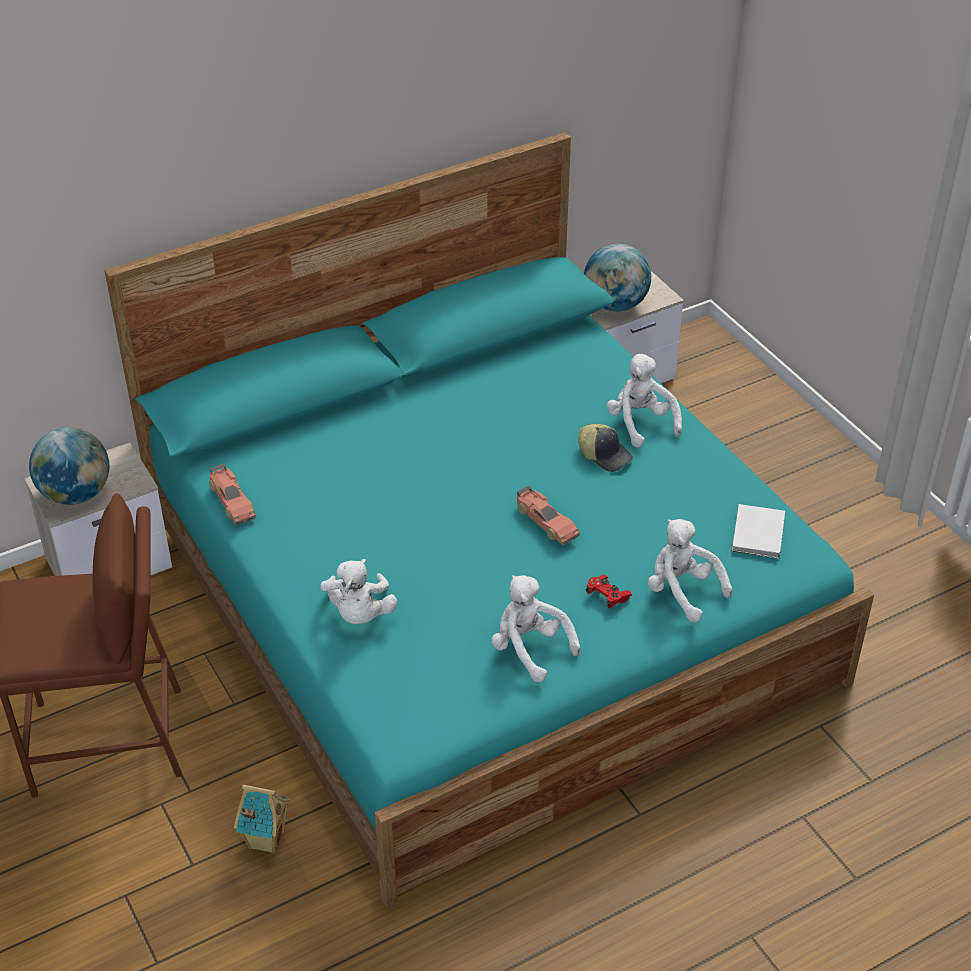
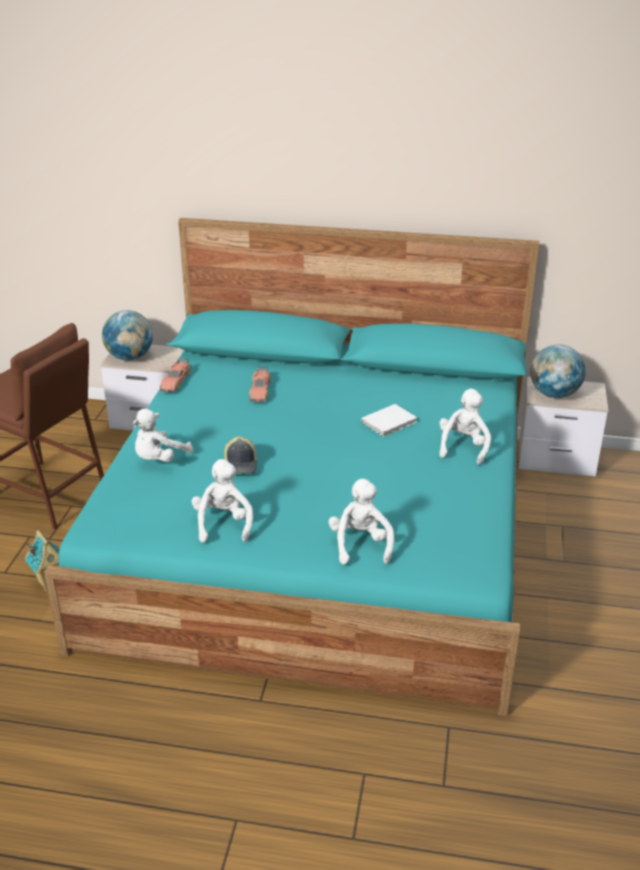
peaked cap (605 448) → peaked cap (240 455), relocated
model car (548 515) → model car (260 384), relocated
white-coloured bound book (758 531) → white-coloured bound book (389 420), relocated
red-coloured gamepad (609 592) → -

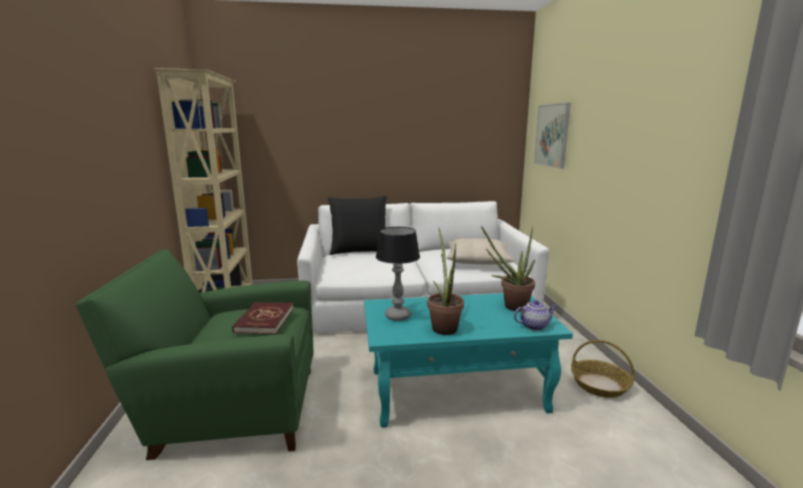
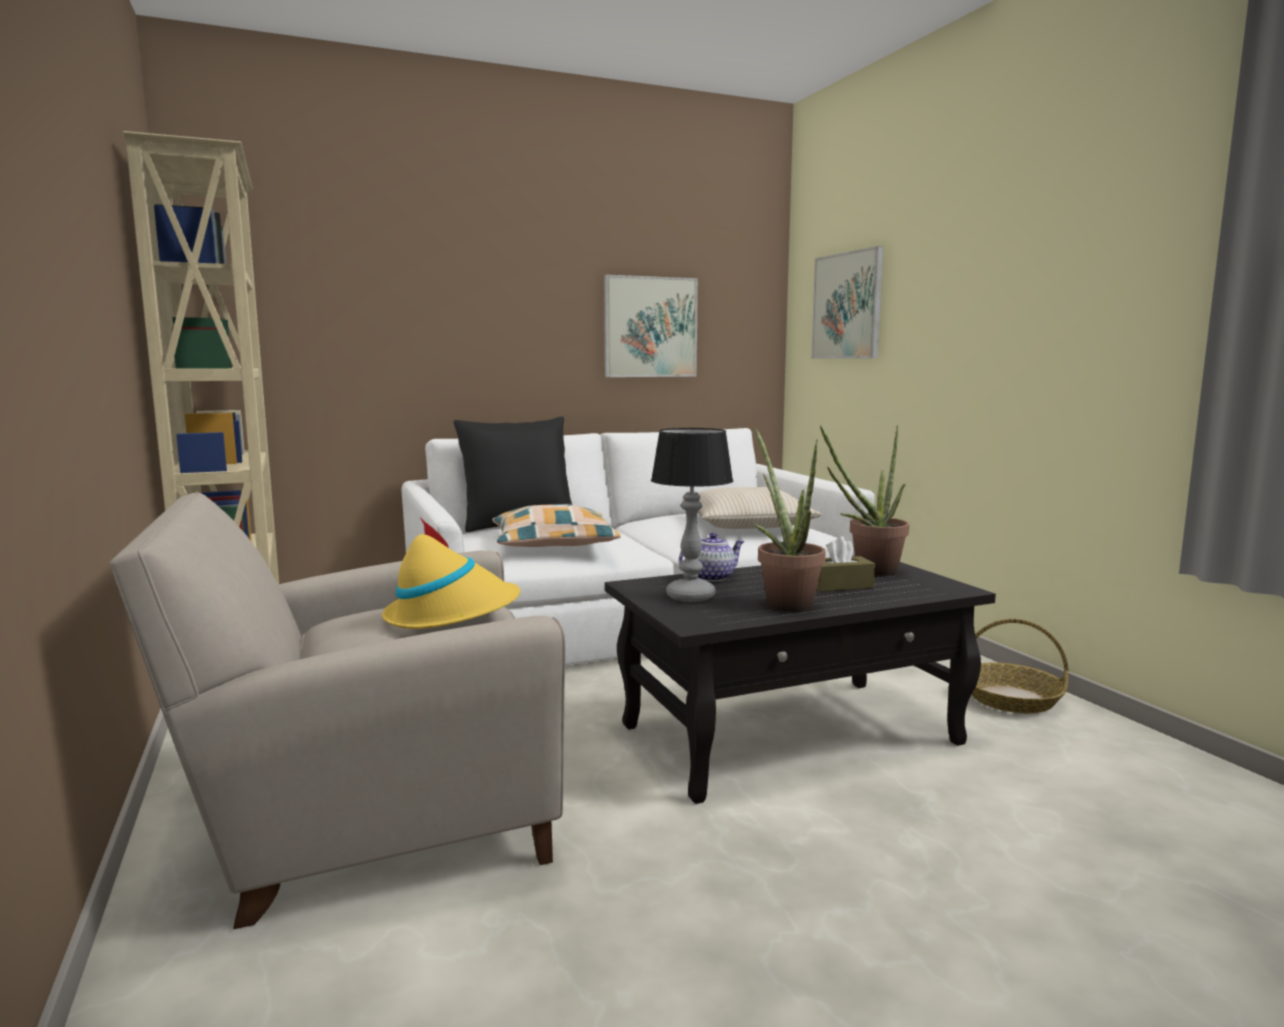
greenish lounge chair (195 354) → beige-coloured lounge chair (337 710)
blue-green low table (468 360) → black low table (800 680)
pot for tea (535 315) → pot for tea (711 557), relocated
red-coloured bound book (262 318) → yellow-coloured wearable hat (451 573)
- → wall art (651 326)
- → throw pillow (556 525)
- → brown box of tissues (846 563)

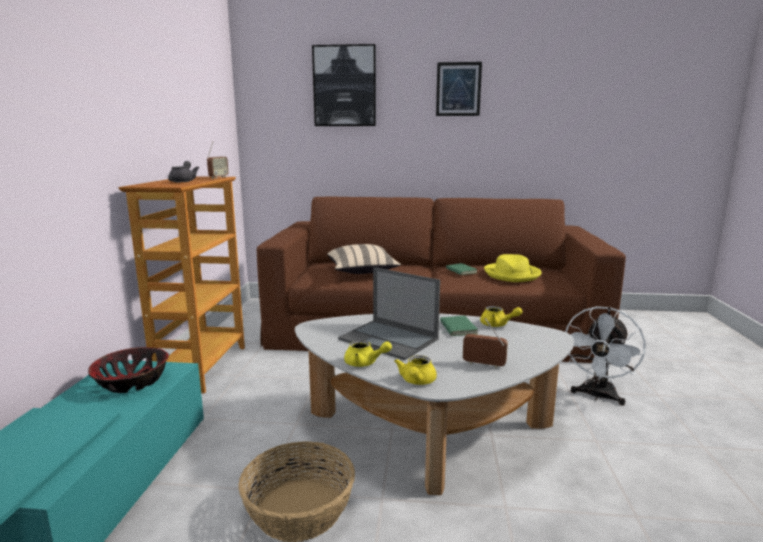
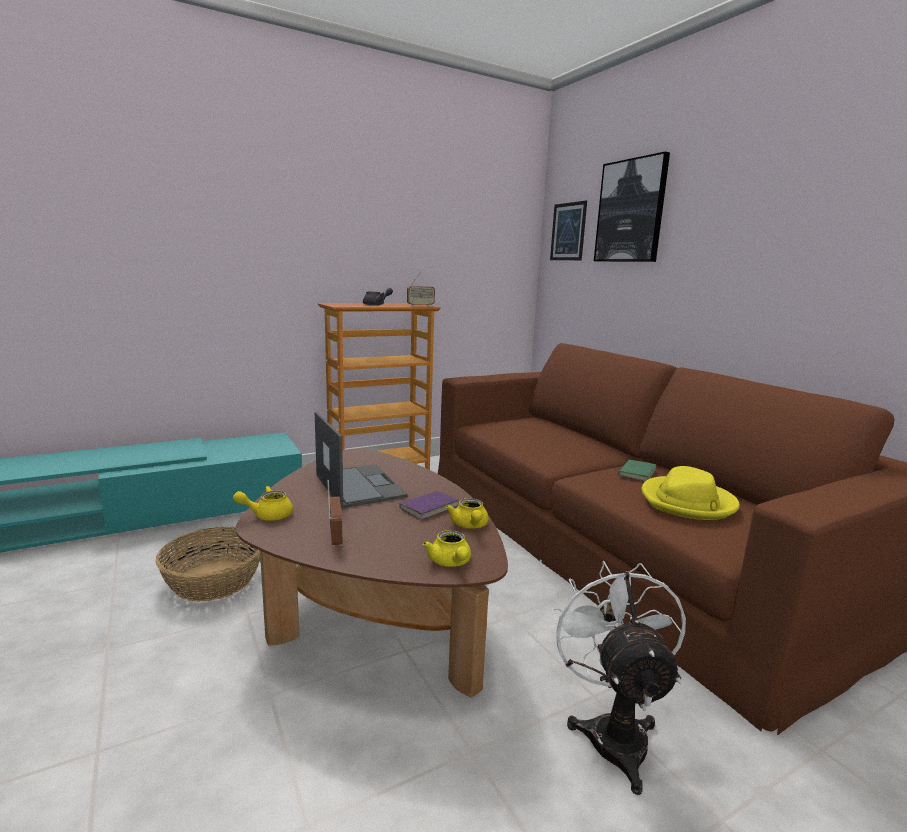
wall art (459 89) → wall art (568 230), relocated
beige-coloured throw pillow (364 259) → -
portable computer (389 313) → portable computer (361 460), 150 degrees clockwise
white-coloured fan (605 356) → white-coloured fan (619 678), 90 degrees clockwise
white-coloured low table (434 404) → brown low table (372 573)
greenish bound book (459 326) → purple-coloured bound book (427 505)
yellow-coloured pot for tea (368 353) → yellow-coloured pot for tea (447 548), relocated
bowl (128 370) → -

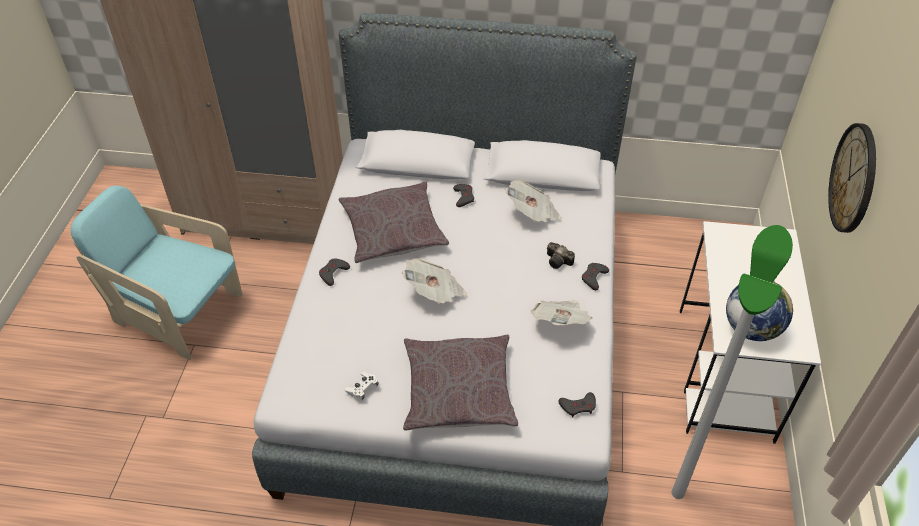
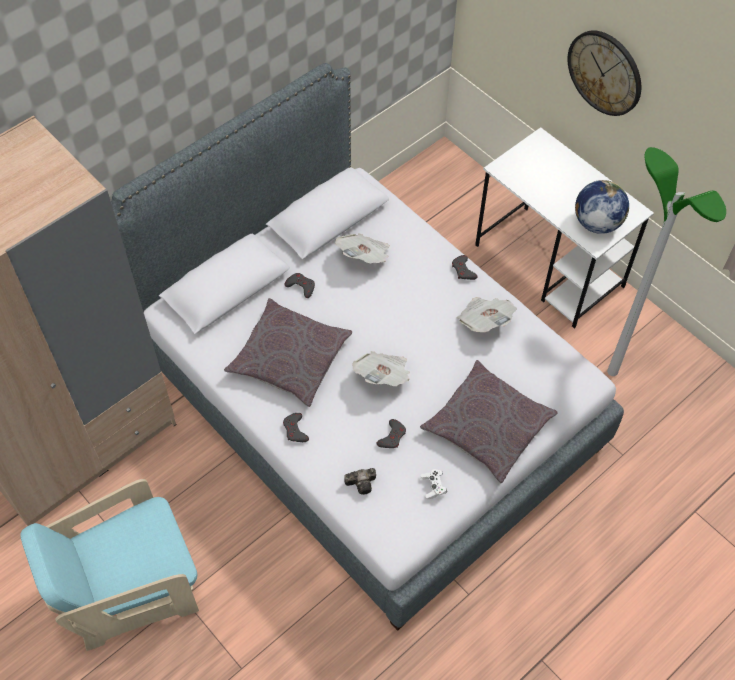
photo camera (561 255) → photo camera (360 481), relocated
gray gamepad (577 404) → gray gamepad (391 433), relocated

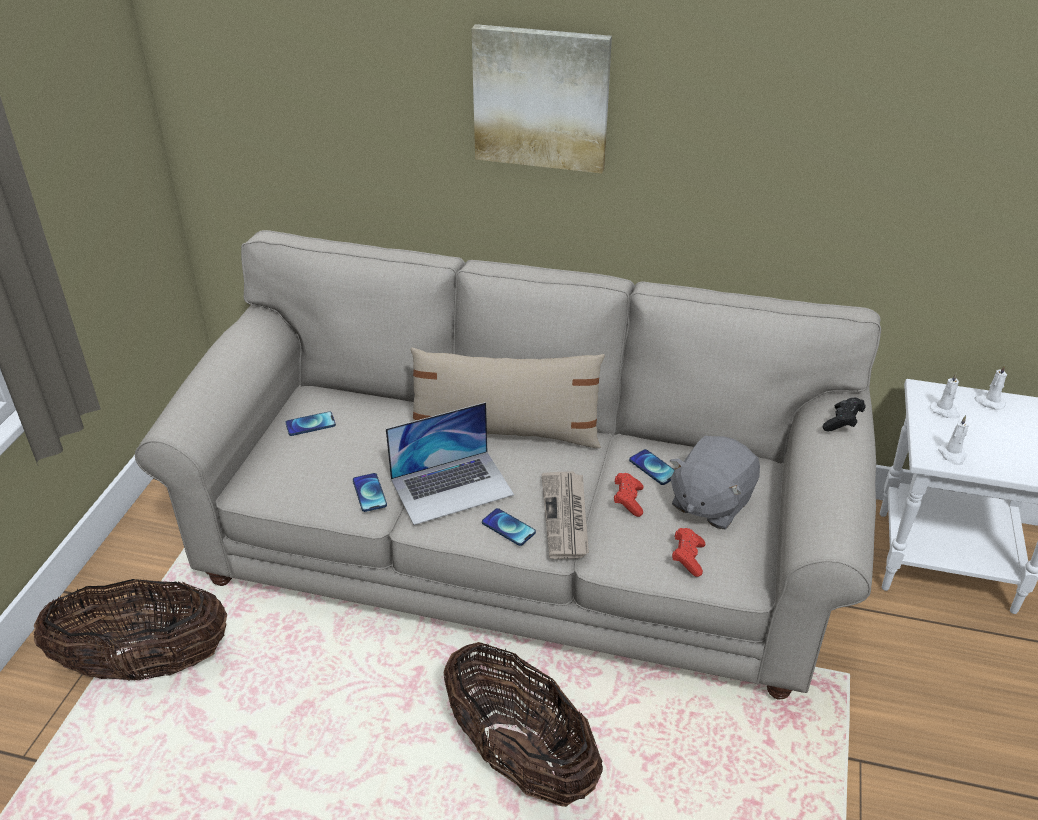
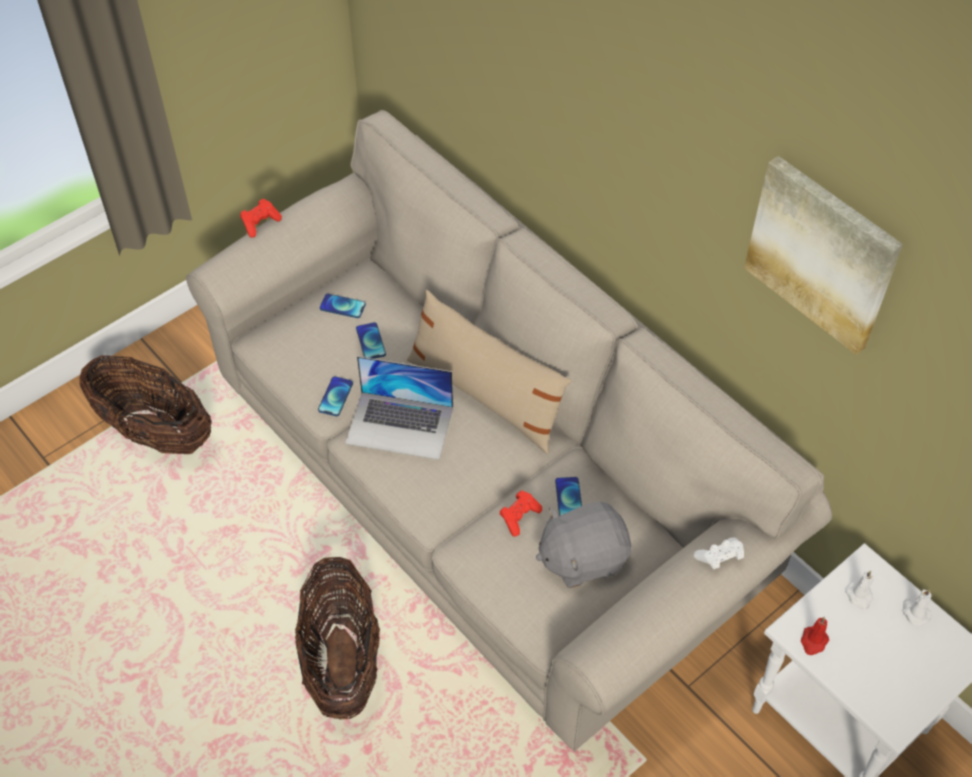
wall art (541 99) → wall art (823 255), relocated
black gamepad (844 414) → white-coloured gamepad (719 553)
white-coloured wax light (953 440) → red-coloured wax light (815 636)
daily paper (565 515) → -
phone (509 527) → phone (371 340), relocated
red-coloured gamepad (688 552) → red-coloured gamepad (261 218), relocated

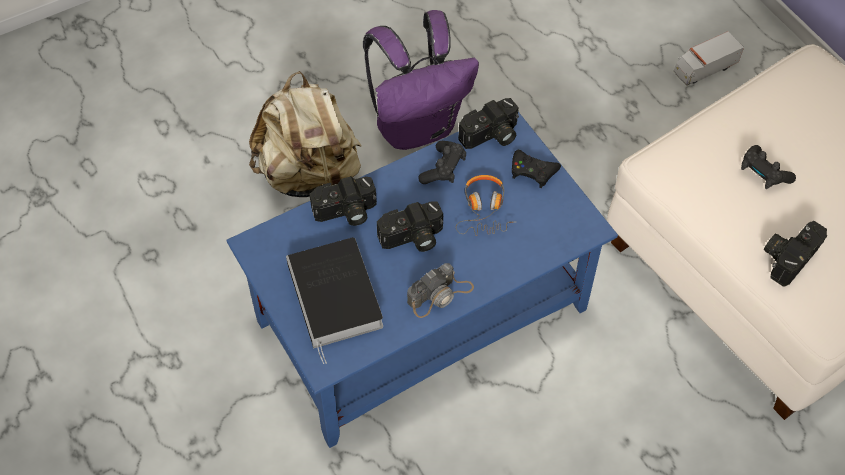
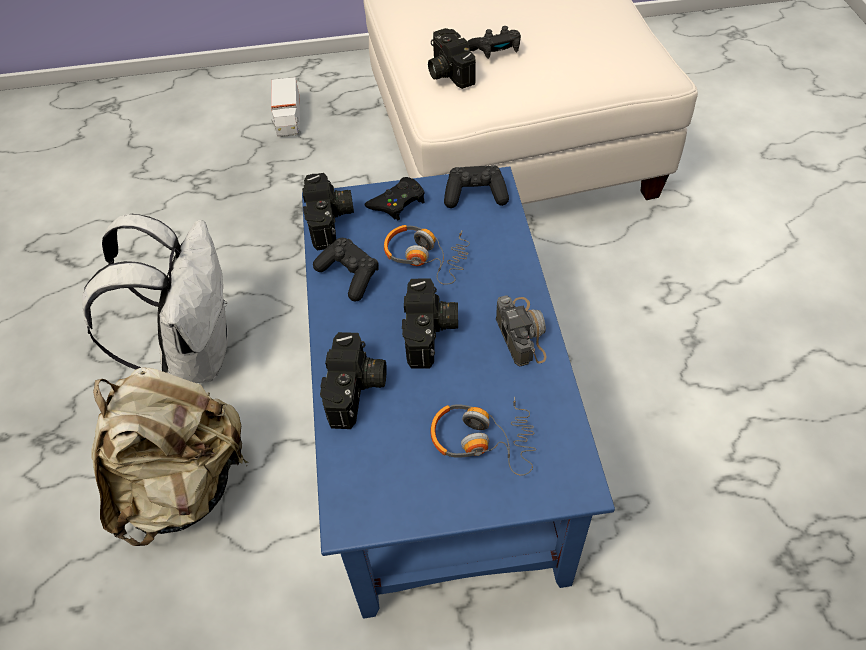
purple-coloured backpack (421 80) → white-coloured backpack (155 298)
photo camera (795 254) → photo camera (452 58), relocated
bound book (334 300) → pair of headphones (483 436)
- → black gamepad (476 186)

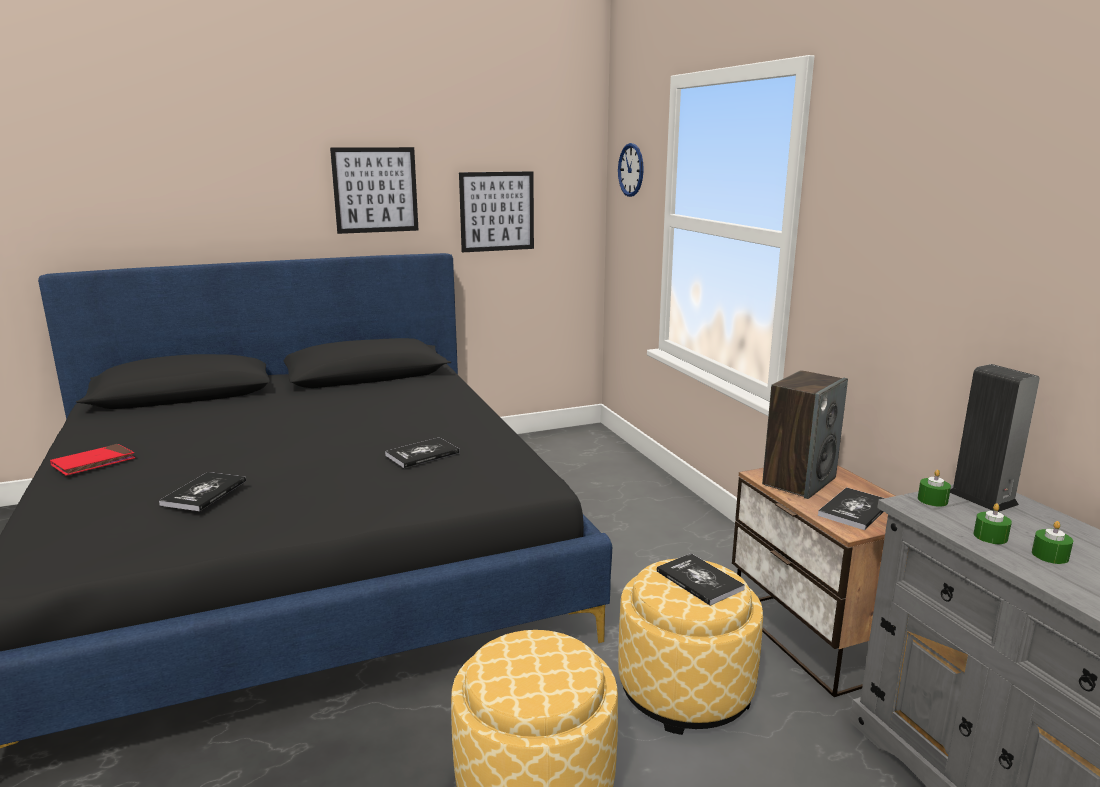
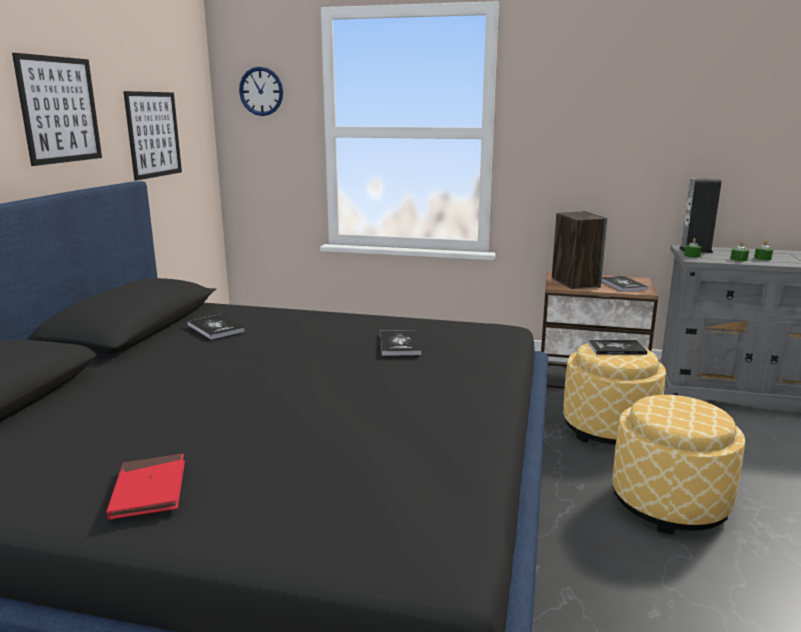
bound book (202 491) → bound book (216 327), relocated

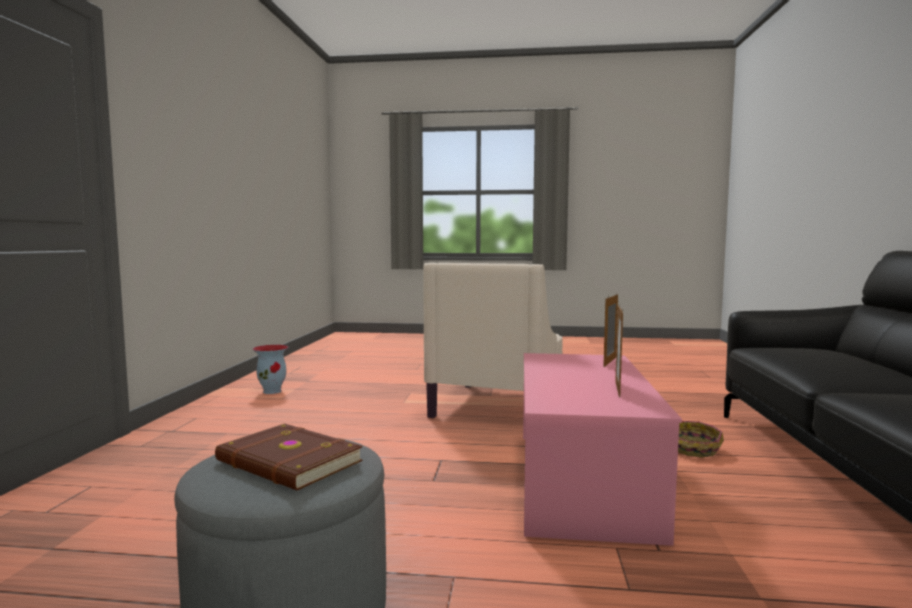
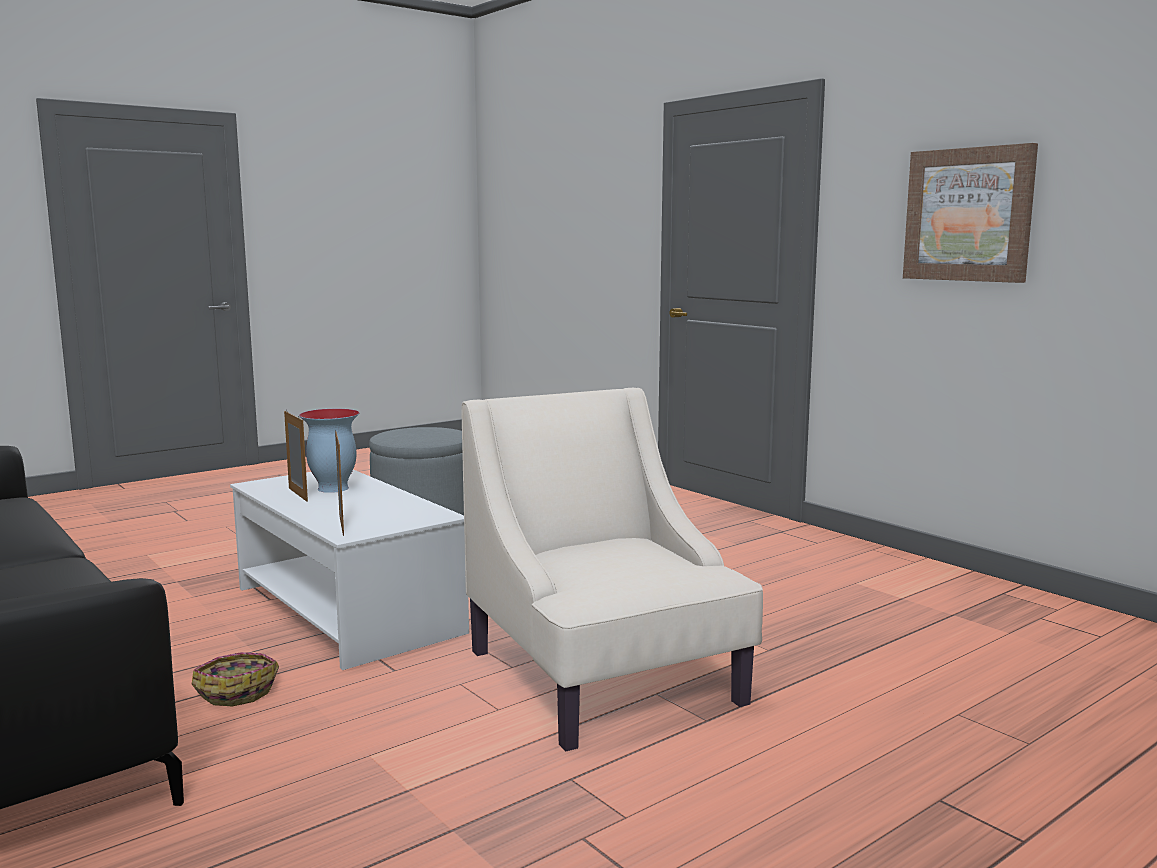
vase (270 369) → vase (329 451), relocated
pink low table (602 449) → white-coloured low table (349 570)
brown bound book (289 457) → -
- → wall art (970 213)

